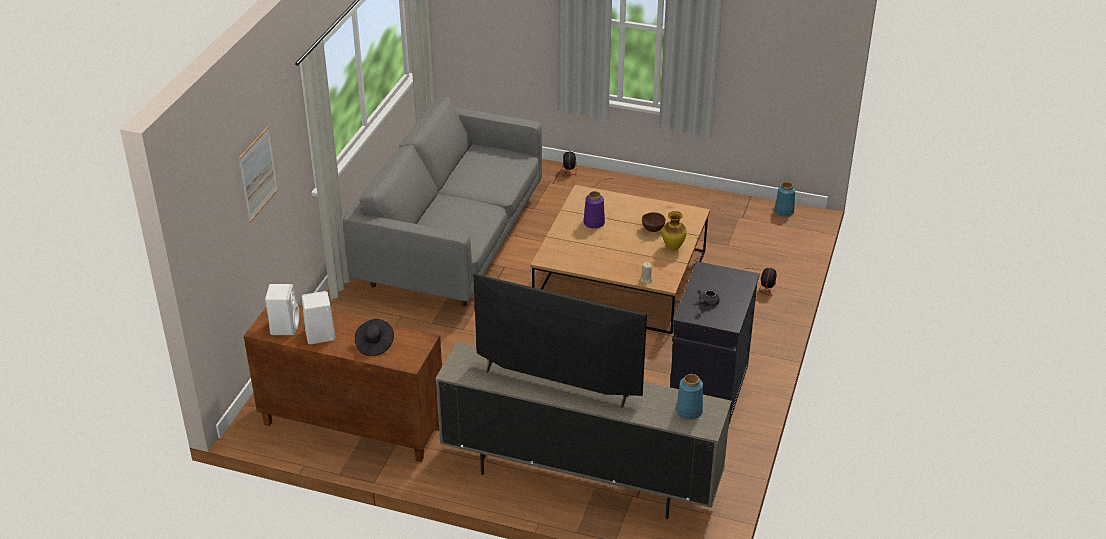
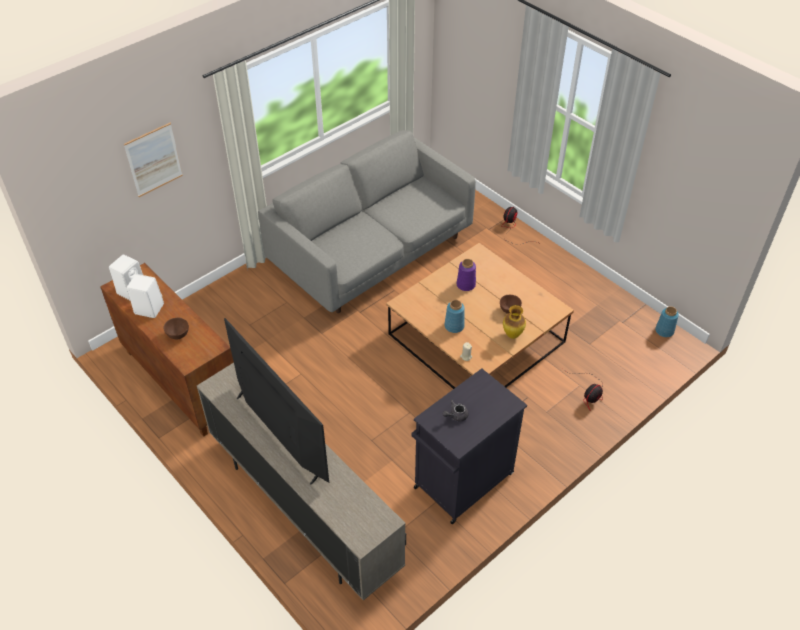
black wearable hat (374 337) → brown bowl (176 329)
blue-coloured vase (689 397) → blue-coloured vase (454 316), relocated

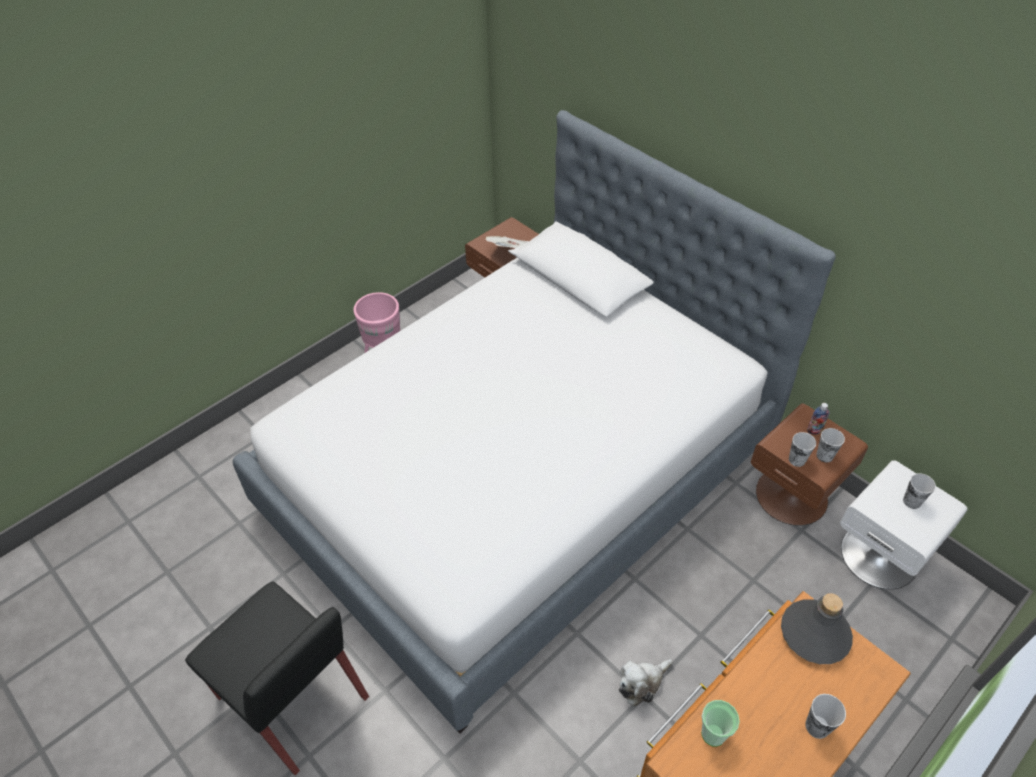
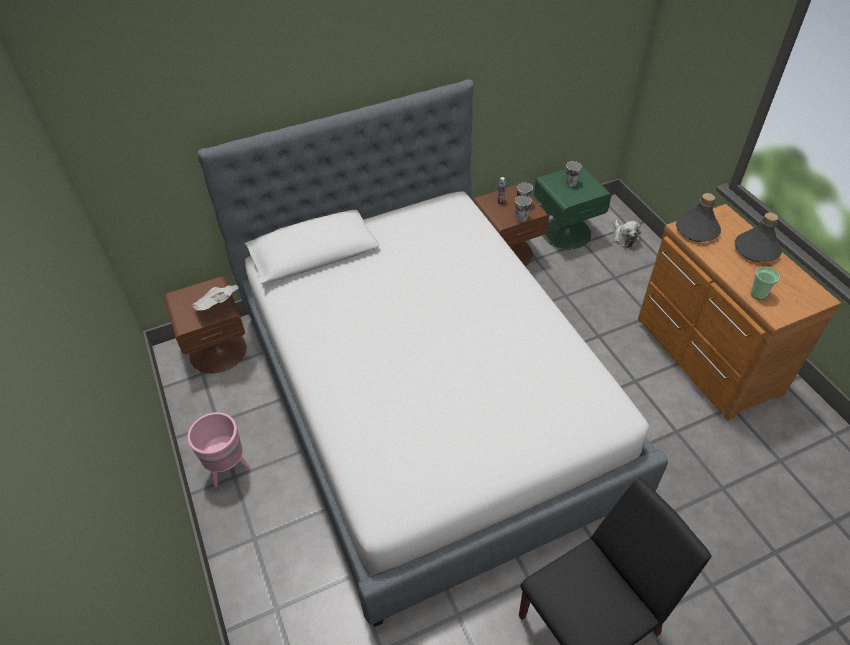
white-coloured night table (903 524) → greenish night table (572 207)
soft toy (646 682) → soft toy (627 233), relocated
drinking cup (825 716) → gray drink bottle (758 237)

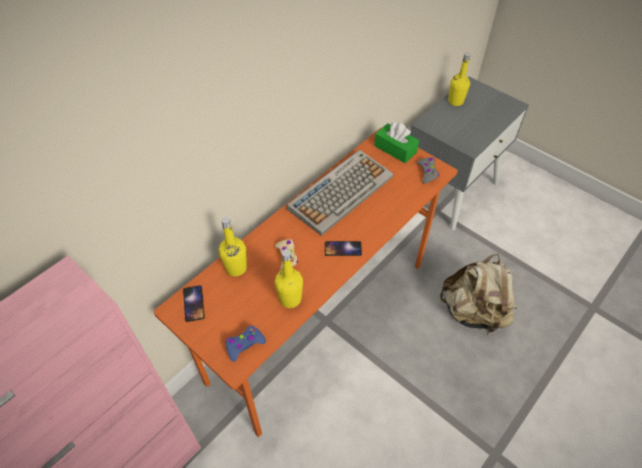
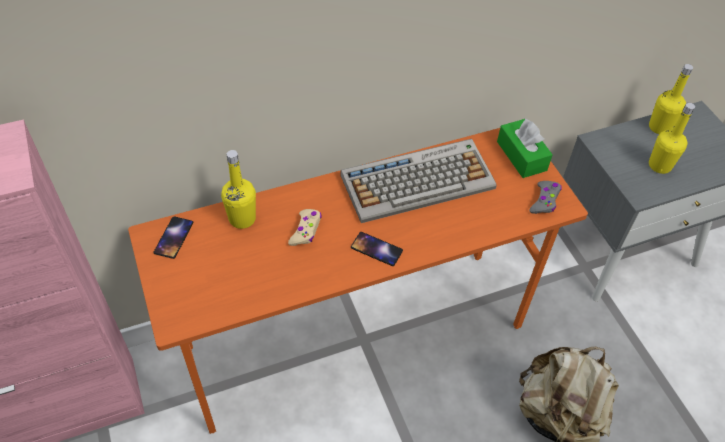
yellow-coloured drink bottle (289 278) → yellow-coloured drink bottle (672 138), relocated
blue-coloured gamepad (246 344) → -

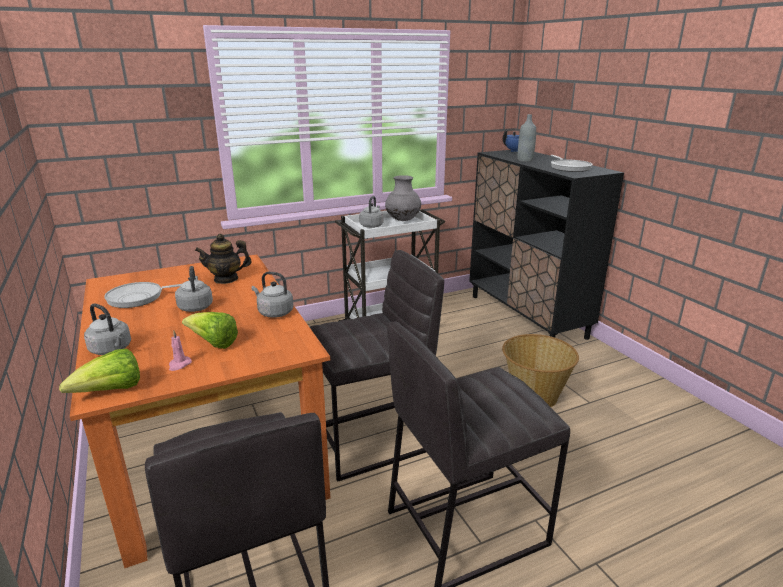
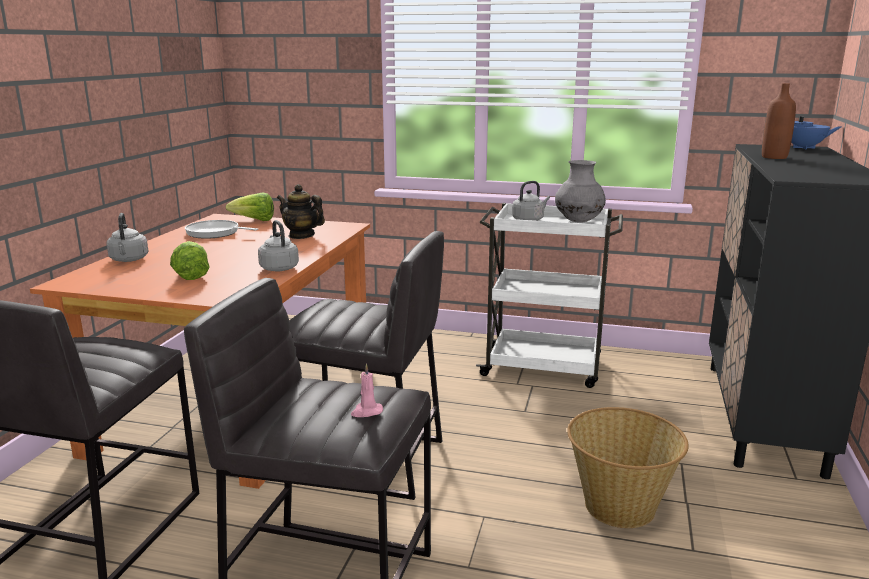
gray drink bottle (526 138) → brown drink bottle (779 121)
skillet (571 163) → -
gray kettle (194 289) → -
pink wax light (180 351) → pink wax light (367 390), relocated
lettuce head (99 371) → lettuce head (250 207), relocated

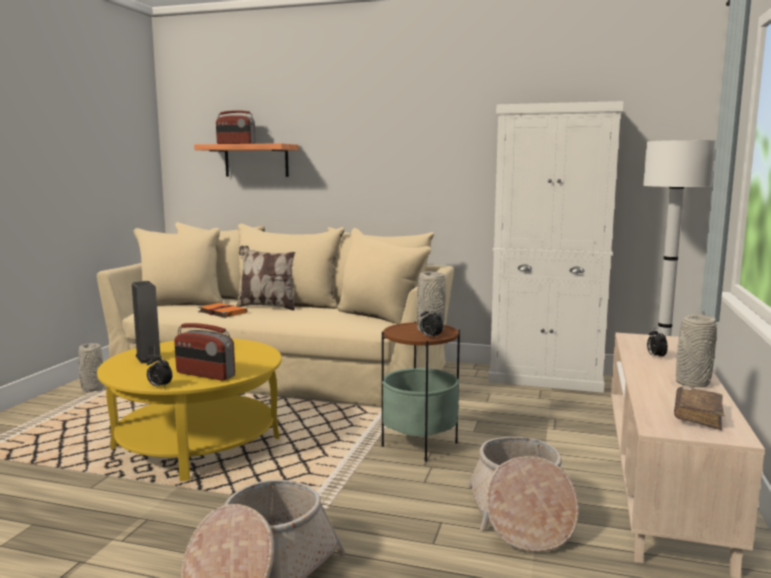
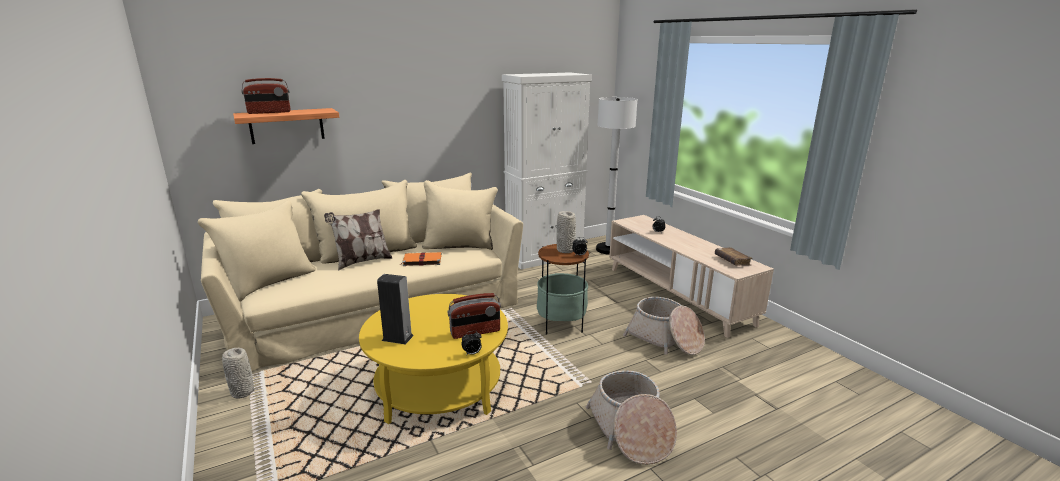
orange-coloured bound book (223 310) → orange-coloured bound book (420 259), relocated
gray vase (696 350) → -

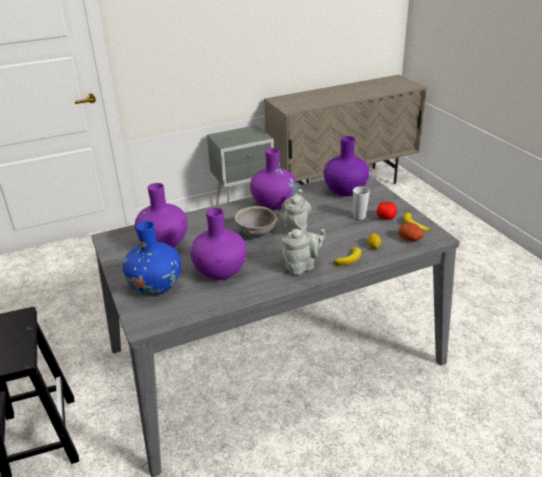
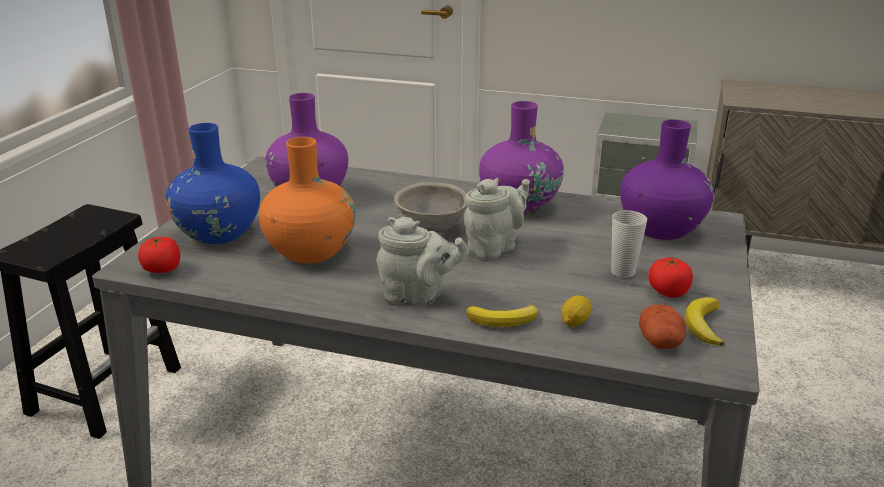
purple-coloured vase (218 244) → orange-coloured vase (307 200)
- → whole tomato (159 255)

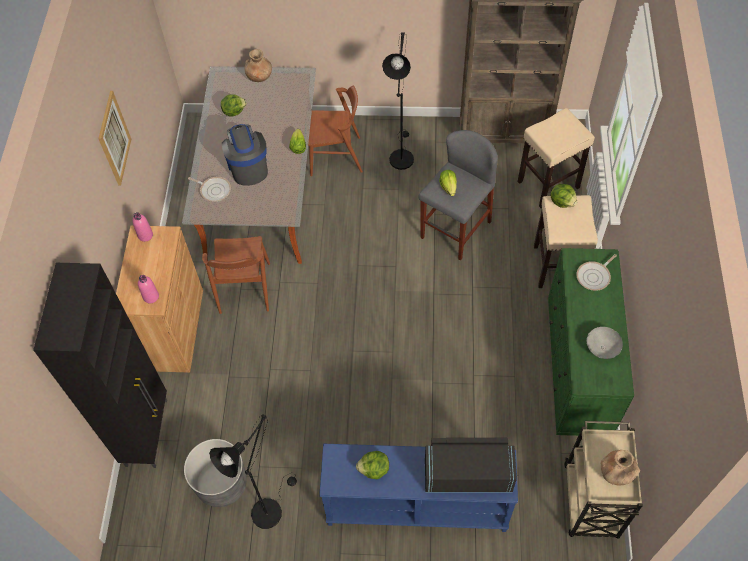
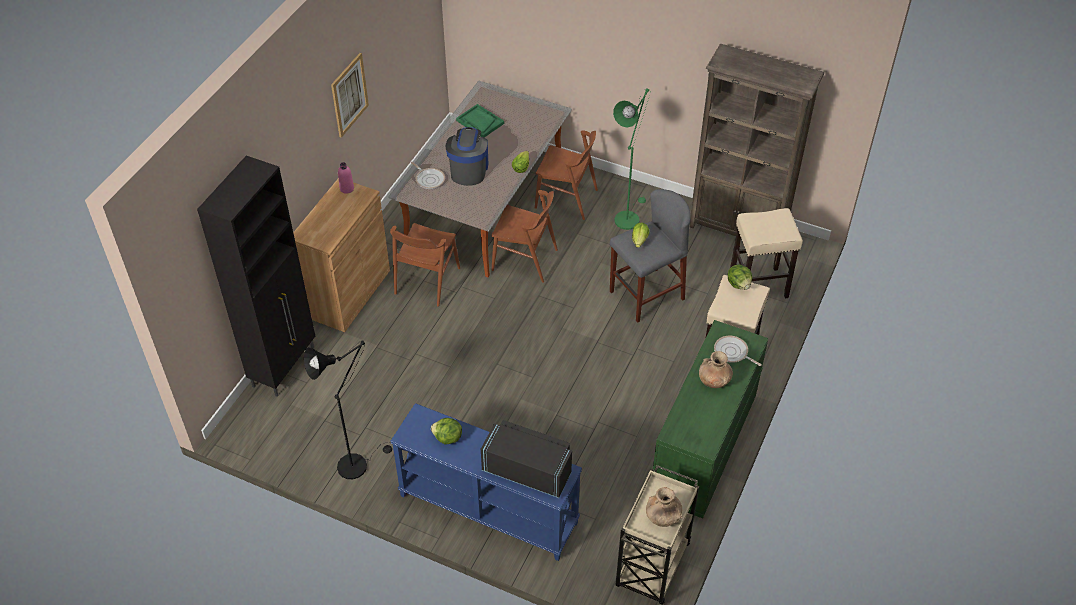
black floor lamp (398 101) → greenish floor lamp (632 159)
brown vase (258 65) → brown vase (716 369), relocated
lettuce head (234 105) → greenish carrying tray (480 120)
skillet (597 272) → skillet (737 351), 60 degrees clockwise
pink drink bottle (148 289) → -
gray bowl (605 343) → -
gray flower pot (215 473) → -
- → brown plain chair (524 236)

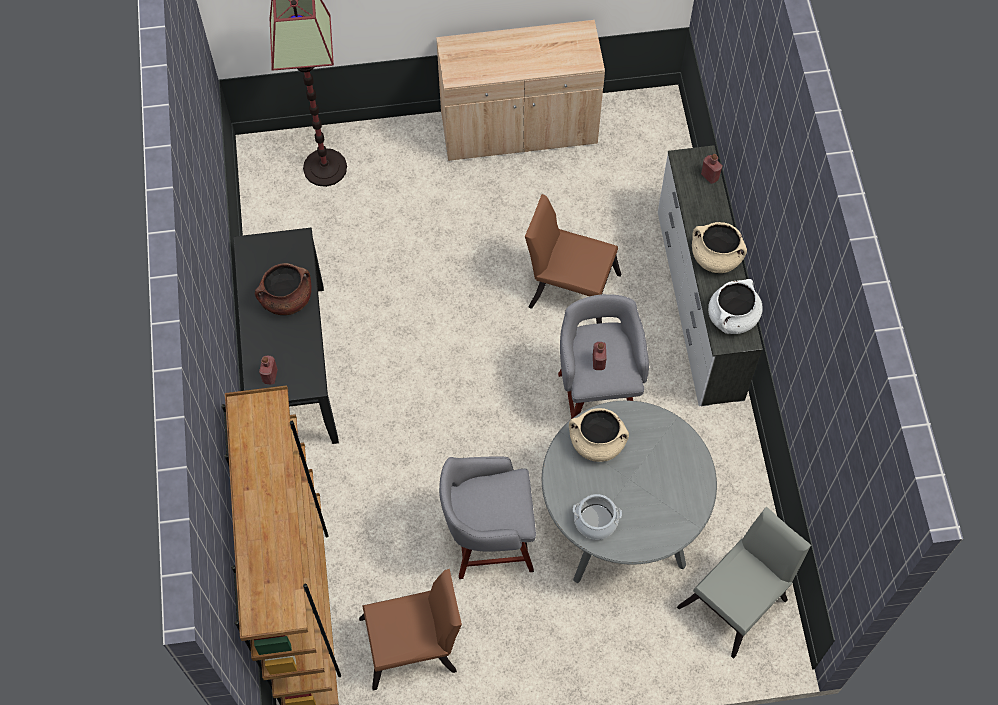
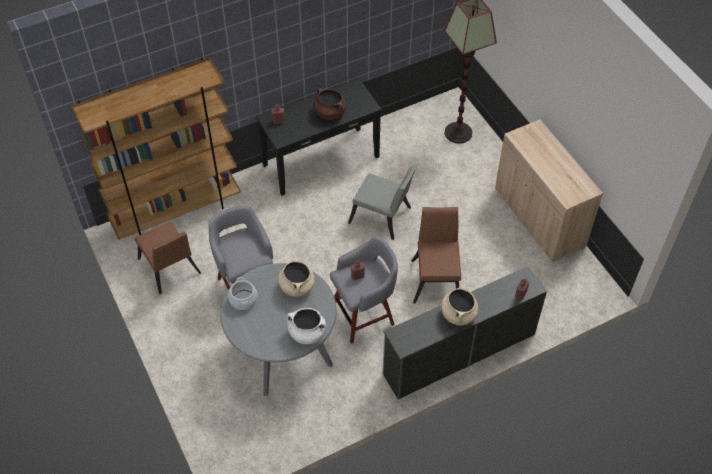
white-coloured stockpot (735 306) → white-coloured stockpot (306 326), relocated
gray plain chair (744 583) → gray plain chair (382 202), relocated

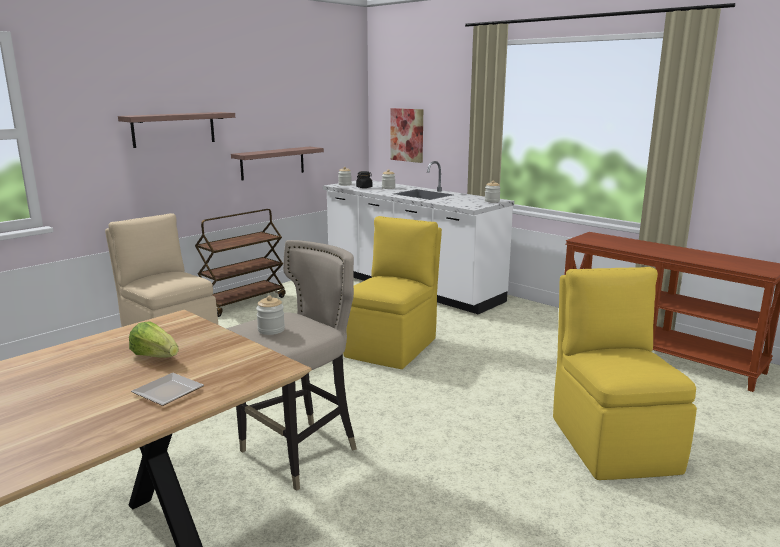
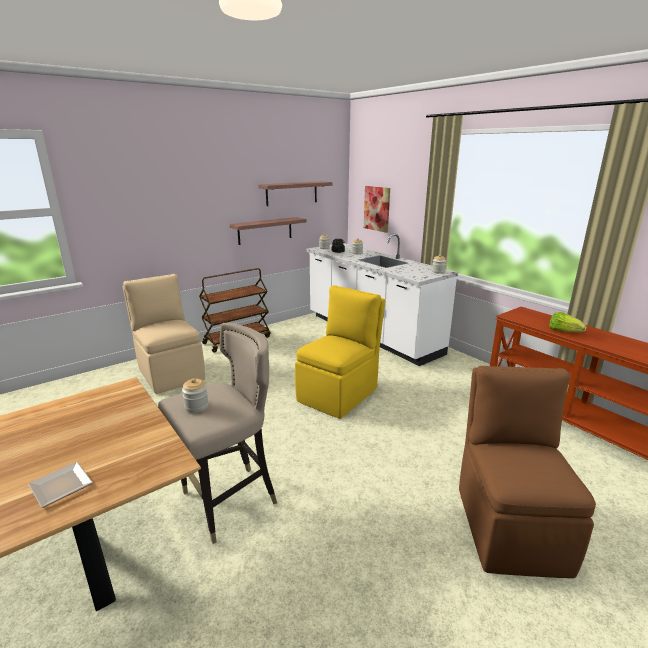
bracket shelf (176 130) → bracket shelf (295 193), relocated
yellow-coloured plain chair (625 373) → brown plain chair (527 472)
lettuce head (154 339) → lettuce head (567 322), relocated

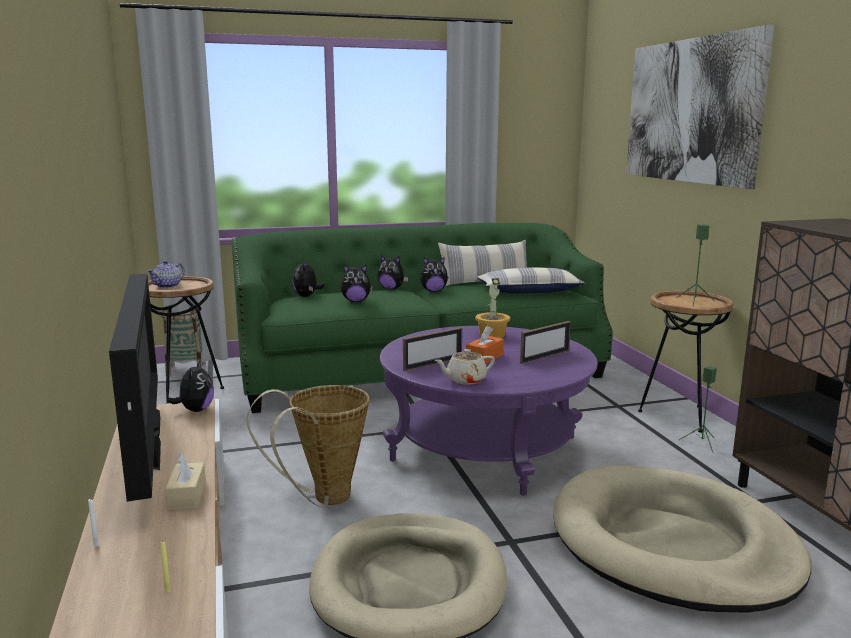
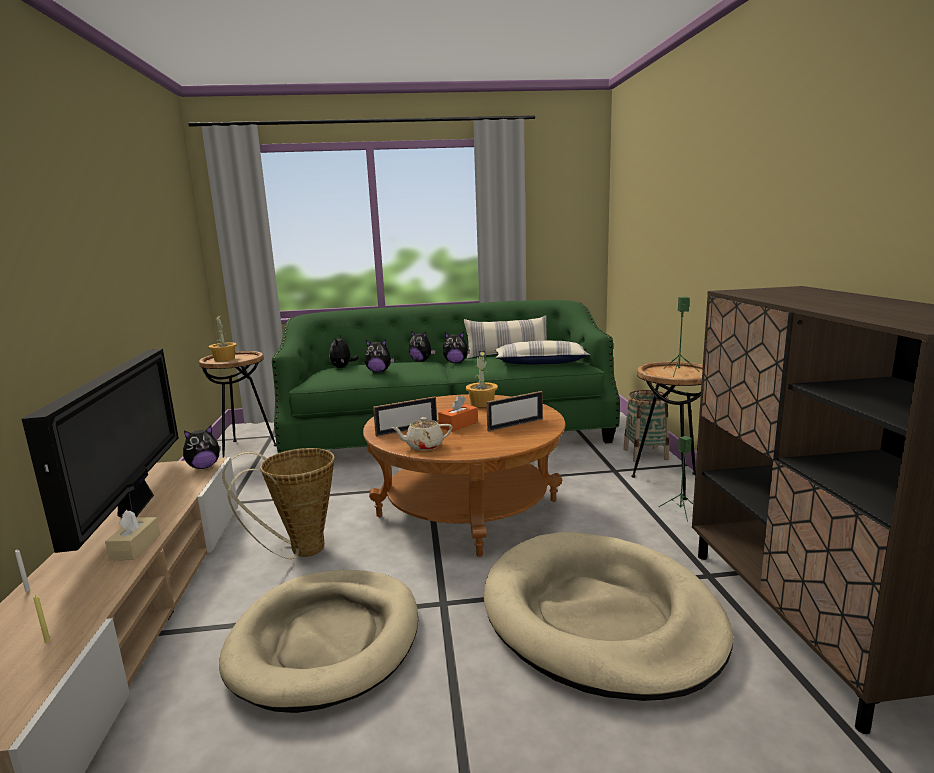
wall art (700 107) → -
pot for tea (166 274) → plant in a pot (222 338)
basket (183 341) → basket (646 426), relocated
purple-coloured low table (489 411) → brown low table (464 475)
soft toy (191 385) → soft toy (202 447), 45 degrees clockwise

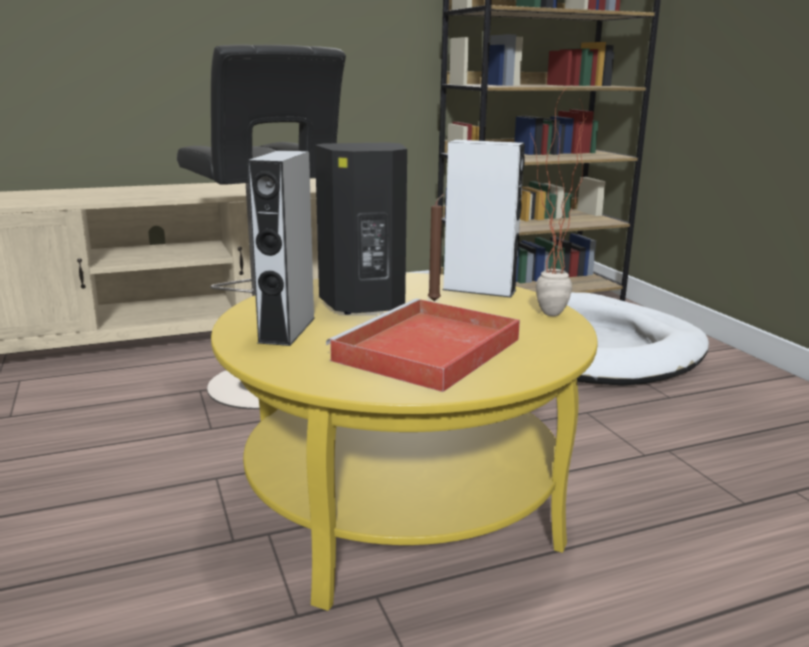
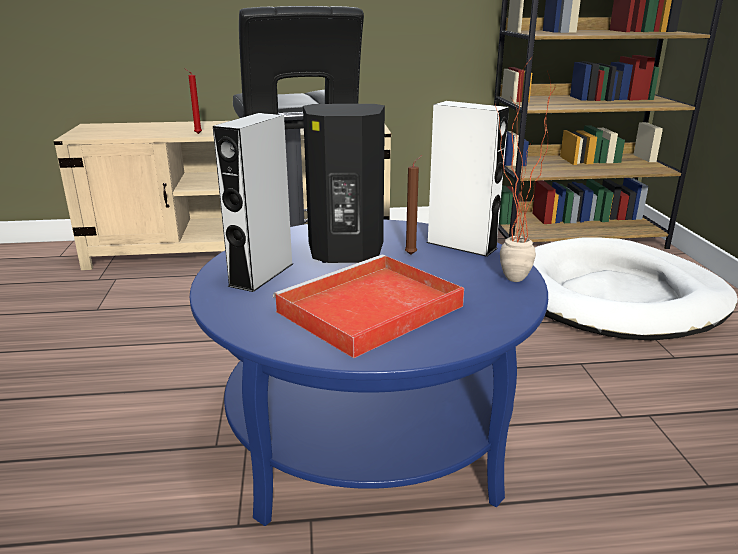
yellow-coloured low table (404 442) → blue-coloured low table (369 373)
- → red-coloured wax light (193 101)

